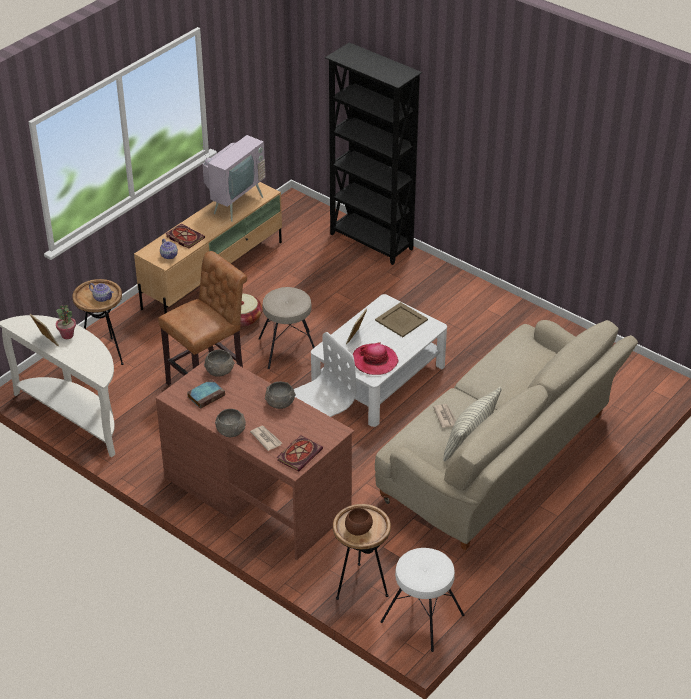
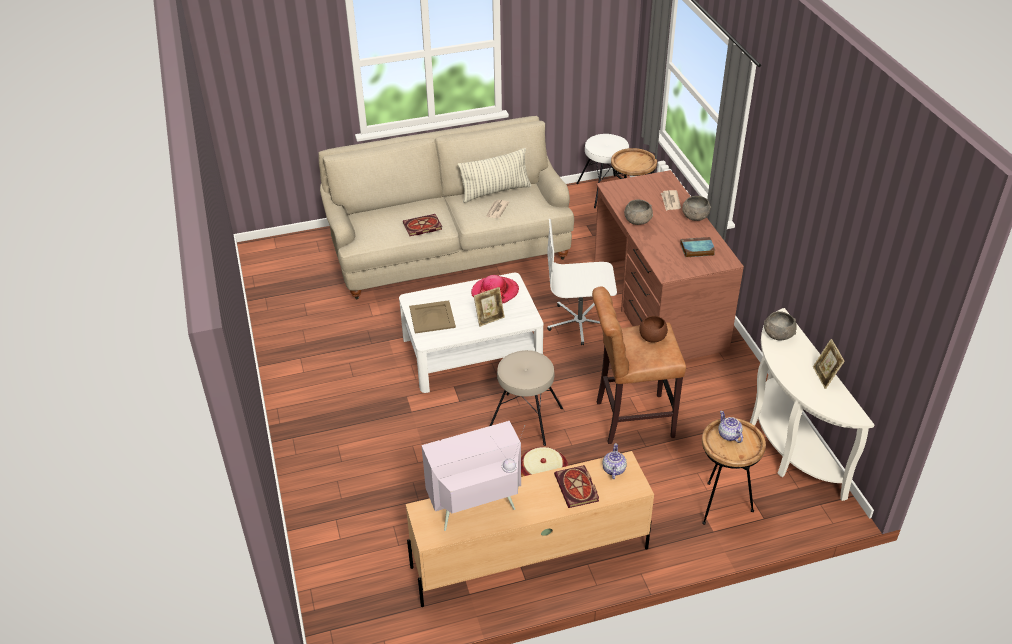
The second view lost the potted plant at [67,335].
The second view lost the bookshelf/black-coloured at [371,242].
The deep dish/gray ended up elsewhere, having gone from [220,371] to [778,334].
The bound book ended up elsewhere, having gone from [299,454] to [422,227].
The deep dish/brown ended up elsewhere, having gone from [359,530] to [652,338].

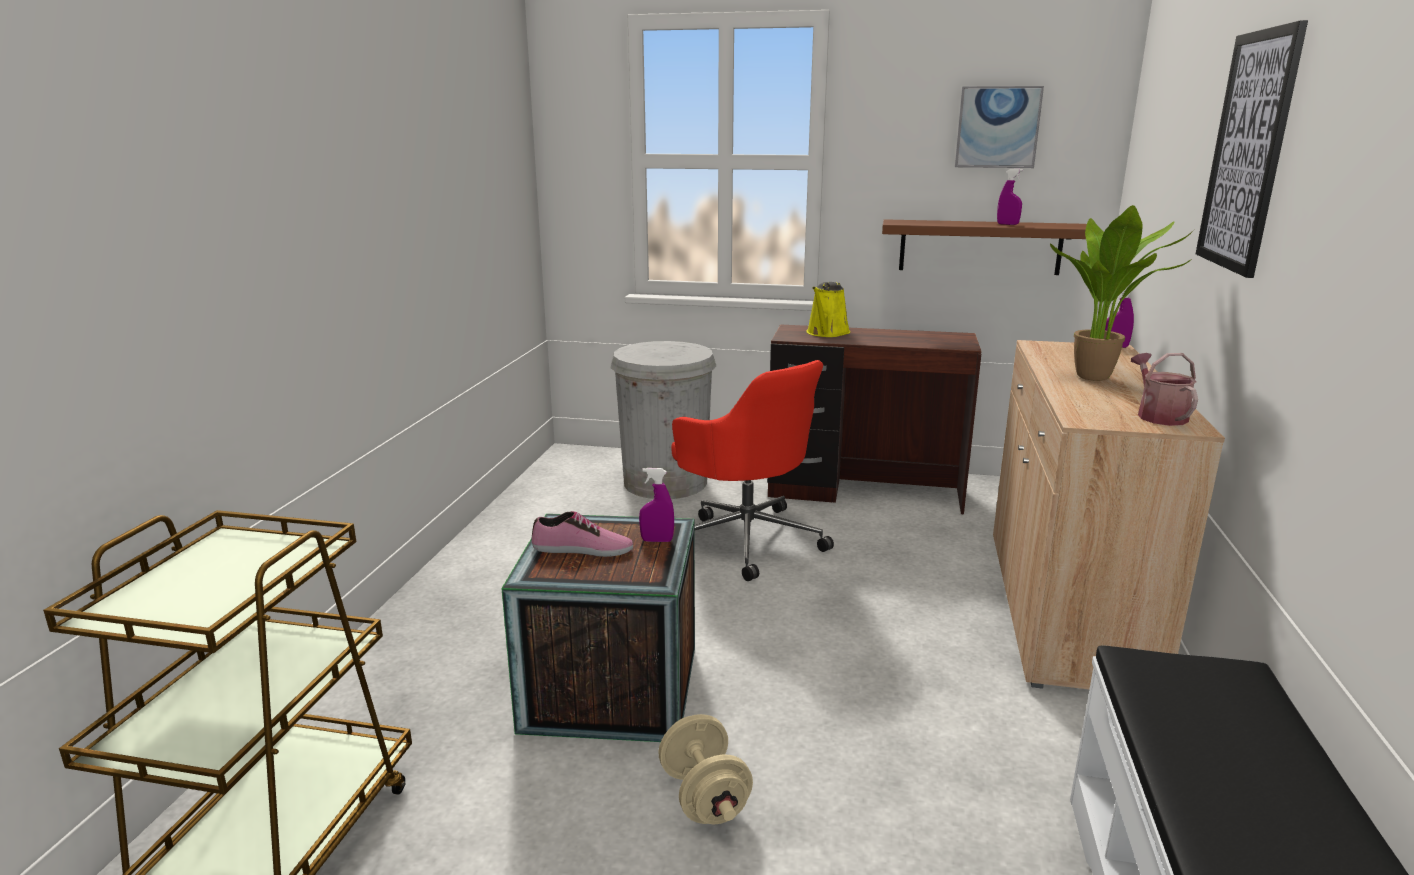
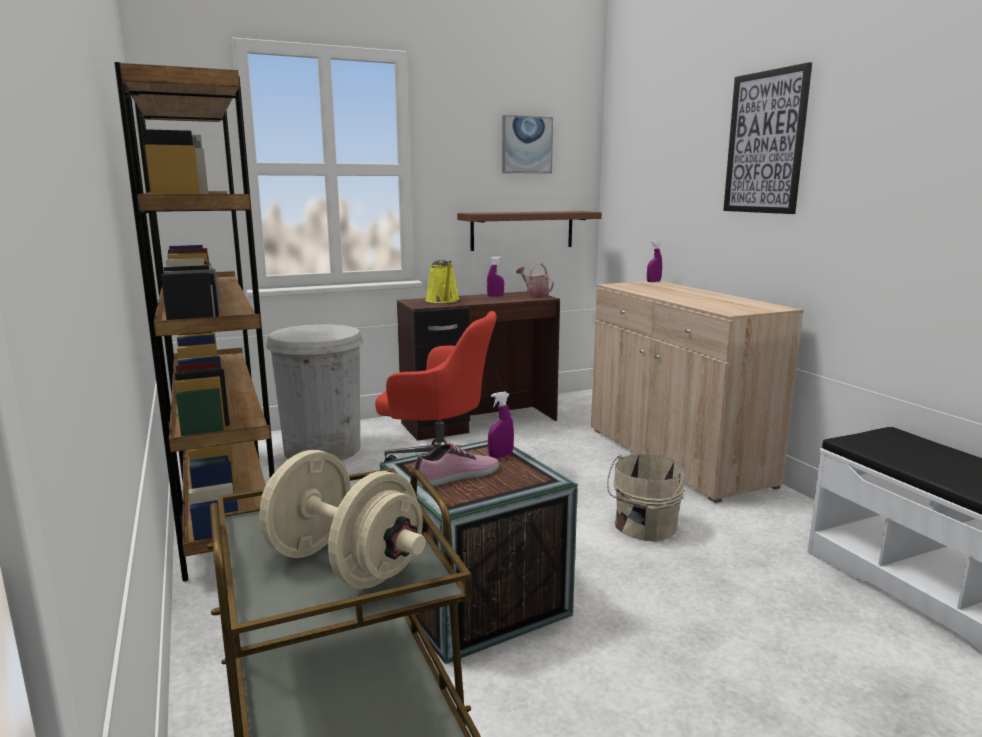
The second view lost the potted plant at [1099,378].
The second view gained the bookshelf/brown at [225,505].
The second view gained the bucket/beige at [643,527].
The hand weight/beige ended up elsewhere, having gone from [704,797] to [343,565].
The sprayer/purplish ended up elsewhere, having gone from [1007,224] to [495,296].
The watering can ended up elsewhere, having gone from [1158,415] to [535,295].

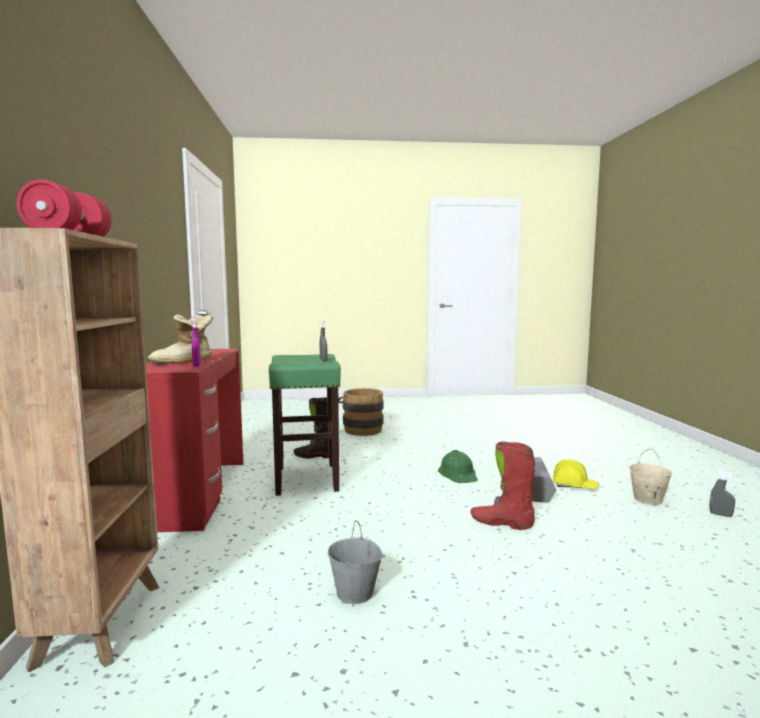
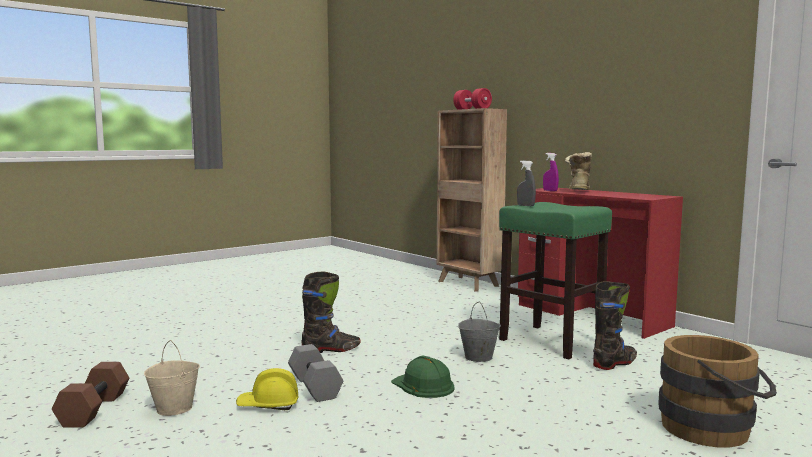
The bucket/gray ended up elsewhere, having gone from [355,593] to [478,357].
Where the sprayer/gray stood at [721,515], the hand weight/brown came to stand at [93,409].
What was the tall boot/red-coloured at [501,523] turned into the tall boot/black-coloured at [331,349].

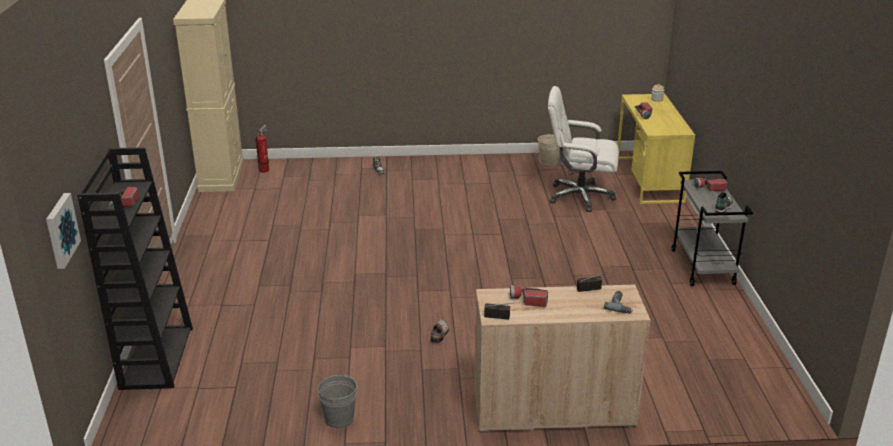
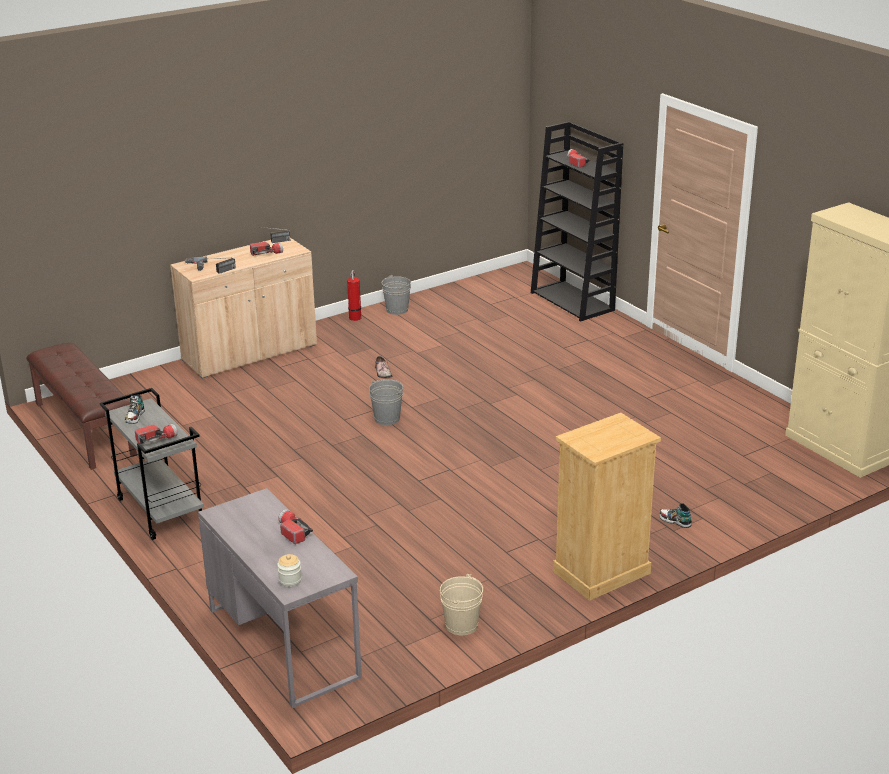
The second view lost the picture at [60,230].
The second view lost the desk chair/whitish at [579,196].
The second view gained the indoor bench/brown at [84,429].
The second view gained the bucket/gray at [387,418].
The second view gained the drawer chest/beige at [601,572].
The extinguisher ended up elsewhere, having gone from [264,169] to [355,318].
What was the desk table/yellow at [648,179] turned into the desk table/gray at [283,642].

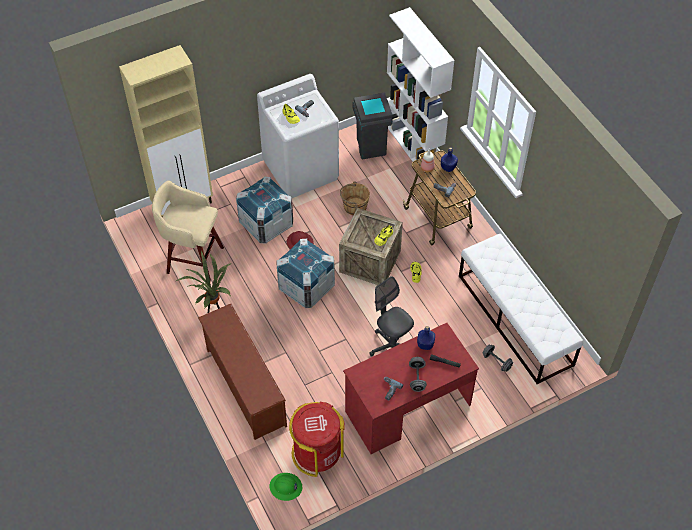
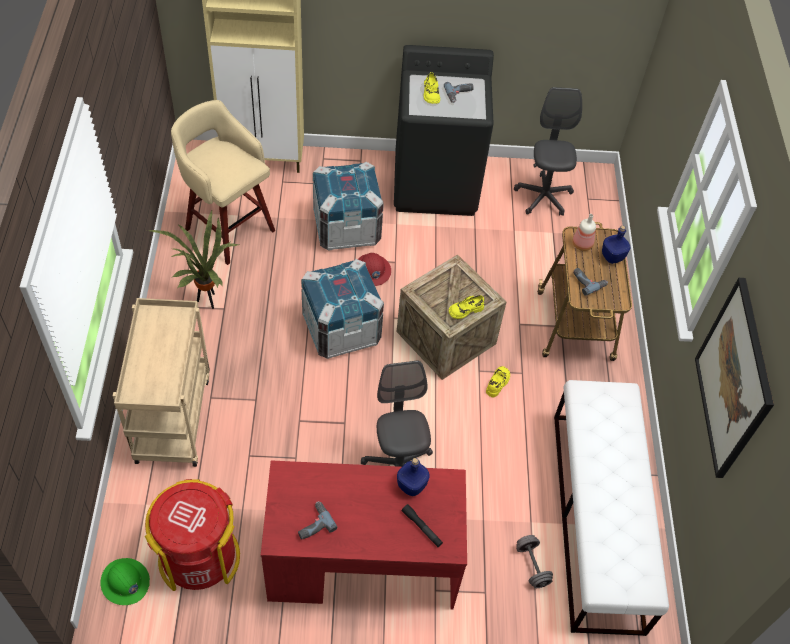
The second view lost the bucket/brown at [354,206].
The second view lost the bookshelf/whitish at [413,146].
The second view lost the hand weight/gray at [417,378].
The second view gained the picture at [734,379].
Where the shoe stand/brown stood at [244,387], the wheeled cart/beige came to stand at [172,417].
Where the waste bin/gray stood at [370,148], the desk chair/gray came to stand at [543,197].
What was the washing machine/whitish at [301,170] turned into the washing machine/black-coloured at [436,184].

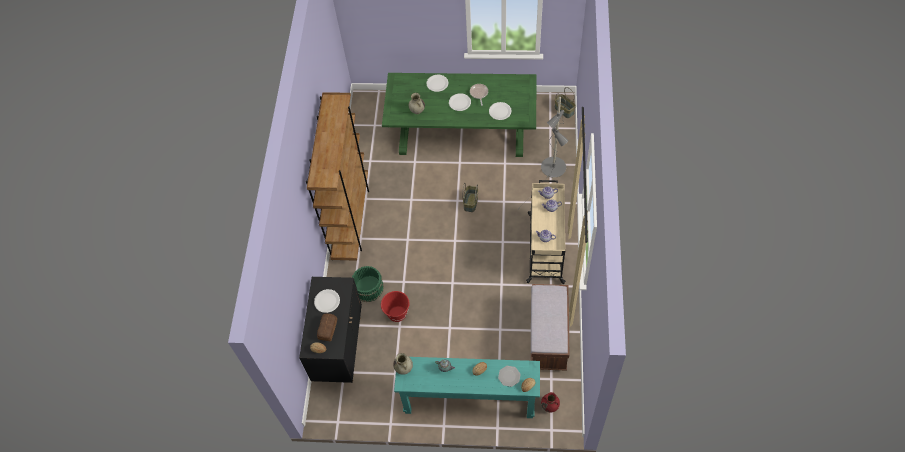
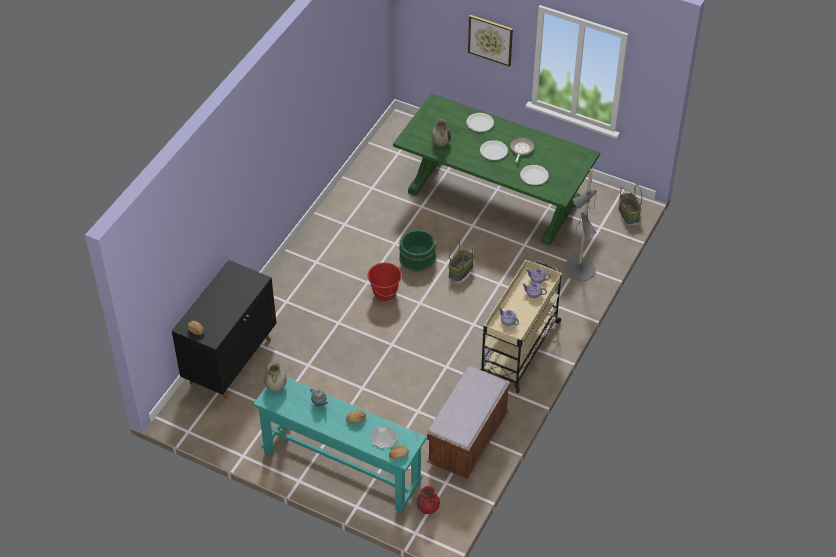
The second view lost the bookshelf/brown at [351,220].
The second view lost the dinner plate/whitish at [327,301].
The second view lost the bread at [327,329].
The second view gained the picture at [490,39].
The bucket/green-coloured ended up elsewhere, having gone from [368,288] to [417,257].
The bucket/red-coloured ended up elsewhere, having gone from [397,314] to [384,293].

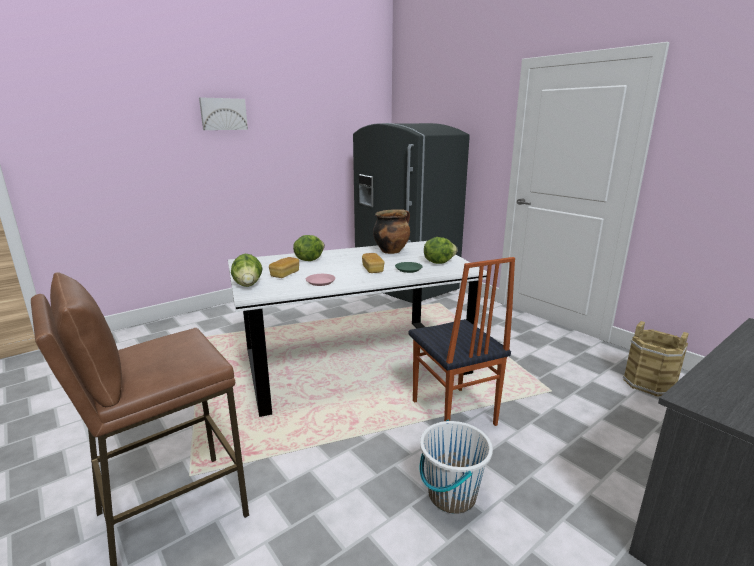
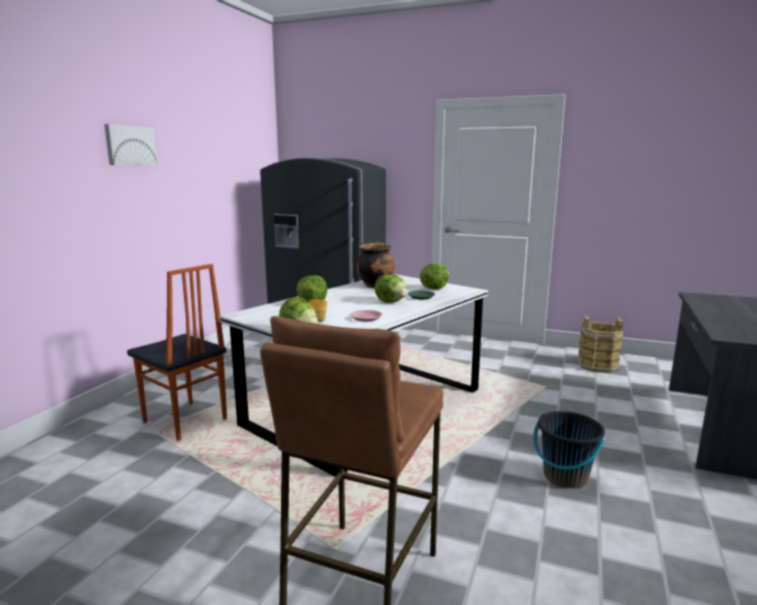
The plain chair ended up elsewhere, having gone from [452,414] to [184,421].
Where the bread stood at [372,269], the head of lettuce came to stand at [391,302].
What was the bucket/whitish at [451,495] turned into the bucket/black-coloured at [565,476].

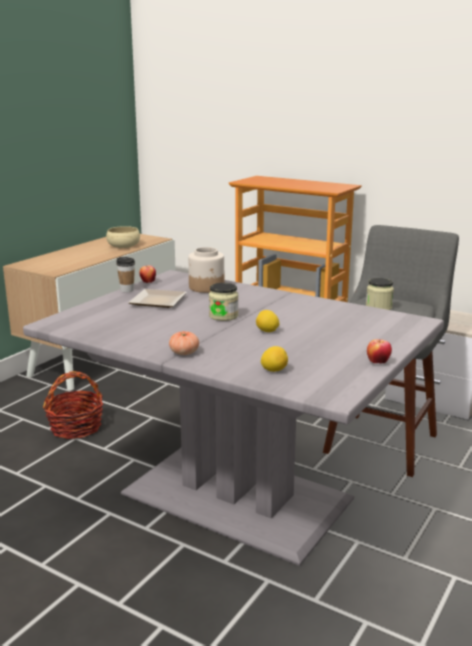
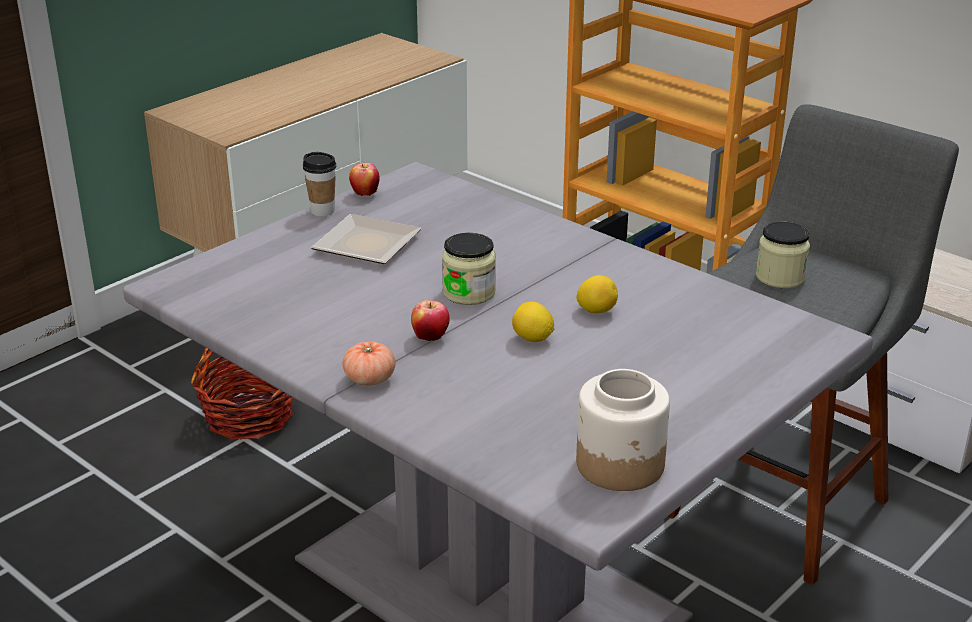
The second view lost the deep dish/beige at [123,246].
The jar ended up elsewhere, having gone from [207,287] to [621,465].
The lemon ended up elsewhere, having gone from [274,370] to [596,311].
The apple fruit ended up elsewhere, having gone from [378,363] to [430,337].

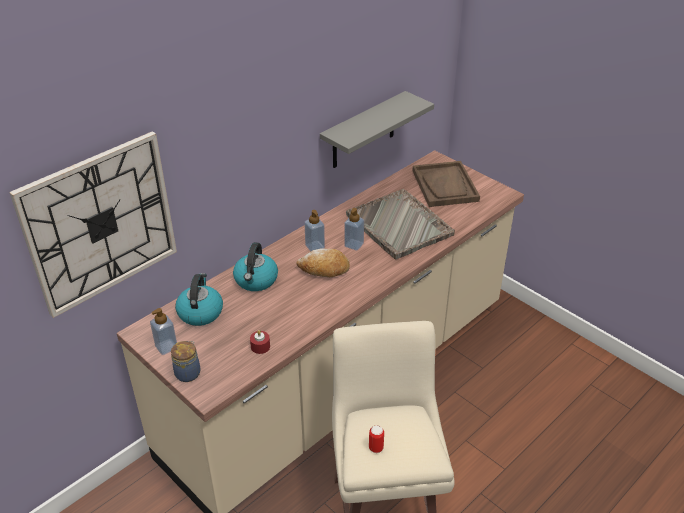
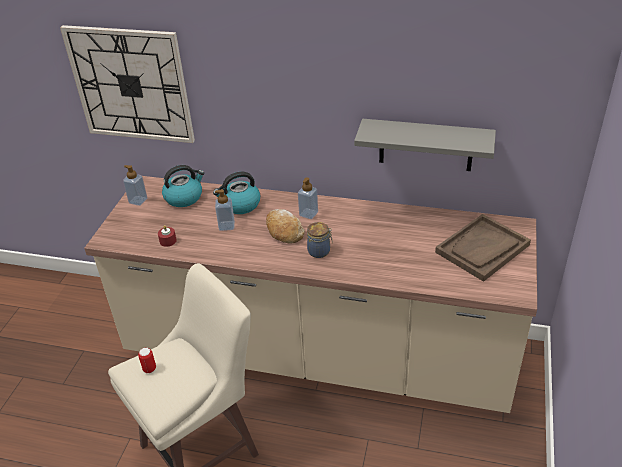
The second view lost the tray/gray at [399,225].
The jar ended up elsewhere, having gone from [188,372] to [320,251].
The liquid soap bottle ended up elsewhere, having gone from [354,245] to [226,226].

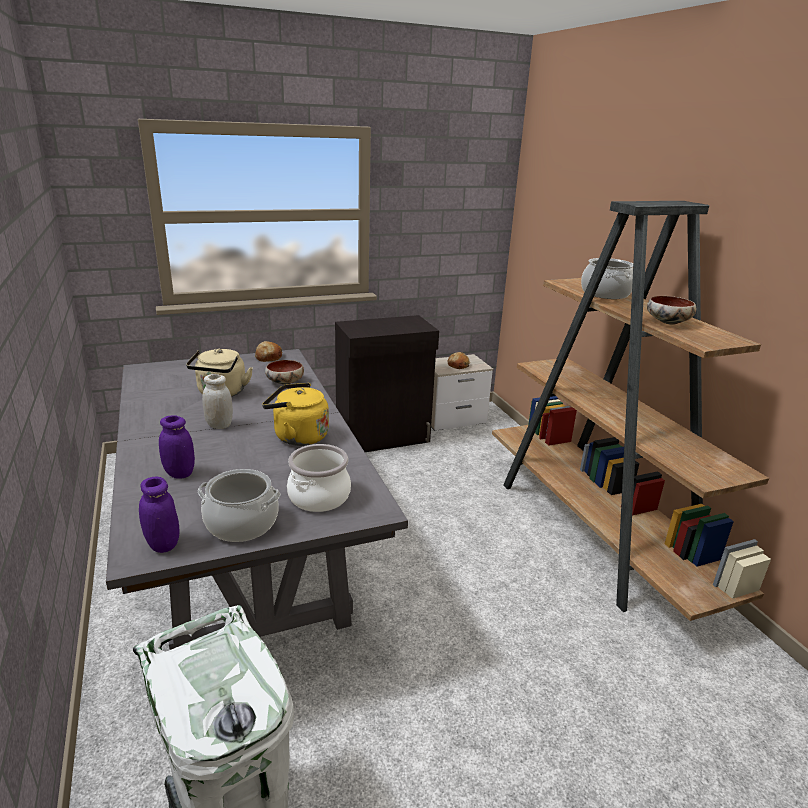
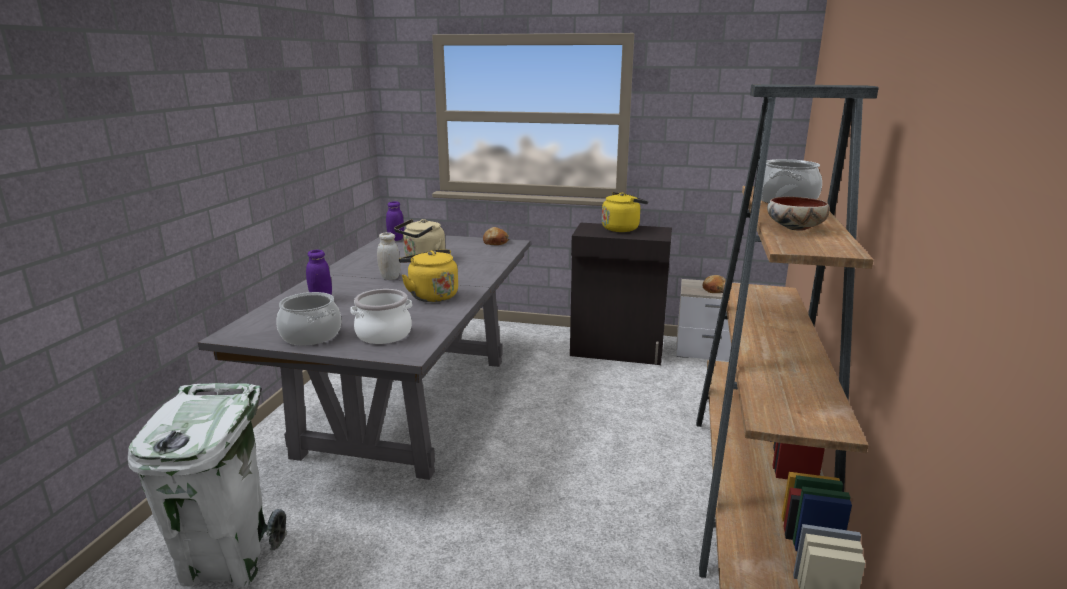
The second view lost the deep dish at [284,382].
The second view gained the kettle/yellow at [622,228].
The jar/purplish ended up elsewhere, having gone from [163,544] to [396,239].

